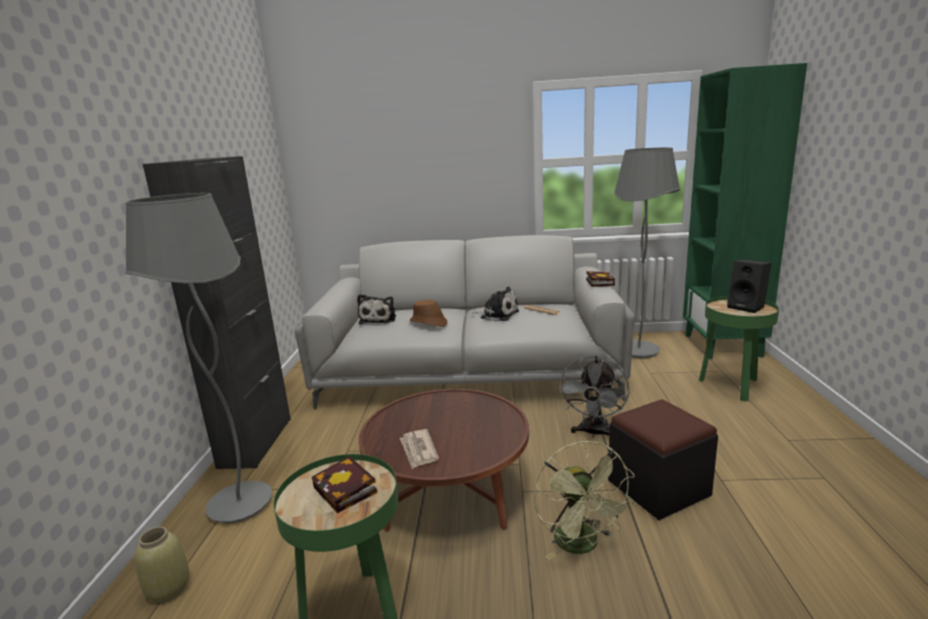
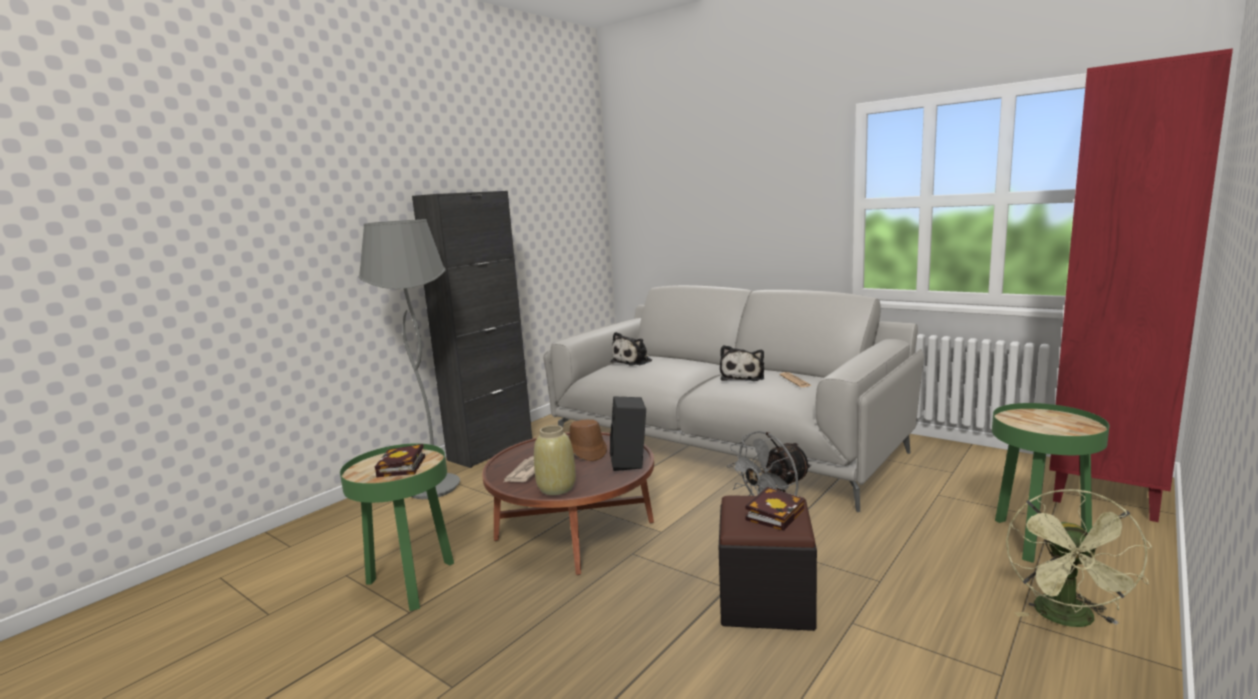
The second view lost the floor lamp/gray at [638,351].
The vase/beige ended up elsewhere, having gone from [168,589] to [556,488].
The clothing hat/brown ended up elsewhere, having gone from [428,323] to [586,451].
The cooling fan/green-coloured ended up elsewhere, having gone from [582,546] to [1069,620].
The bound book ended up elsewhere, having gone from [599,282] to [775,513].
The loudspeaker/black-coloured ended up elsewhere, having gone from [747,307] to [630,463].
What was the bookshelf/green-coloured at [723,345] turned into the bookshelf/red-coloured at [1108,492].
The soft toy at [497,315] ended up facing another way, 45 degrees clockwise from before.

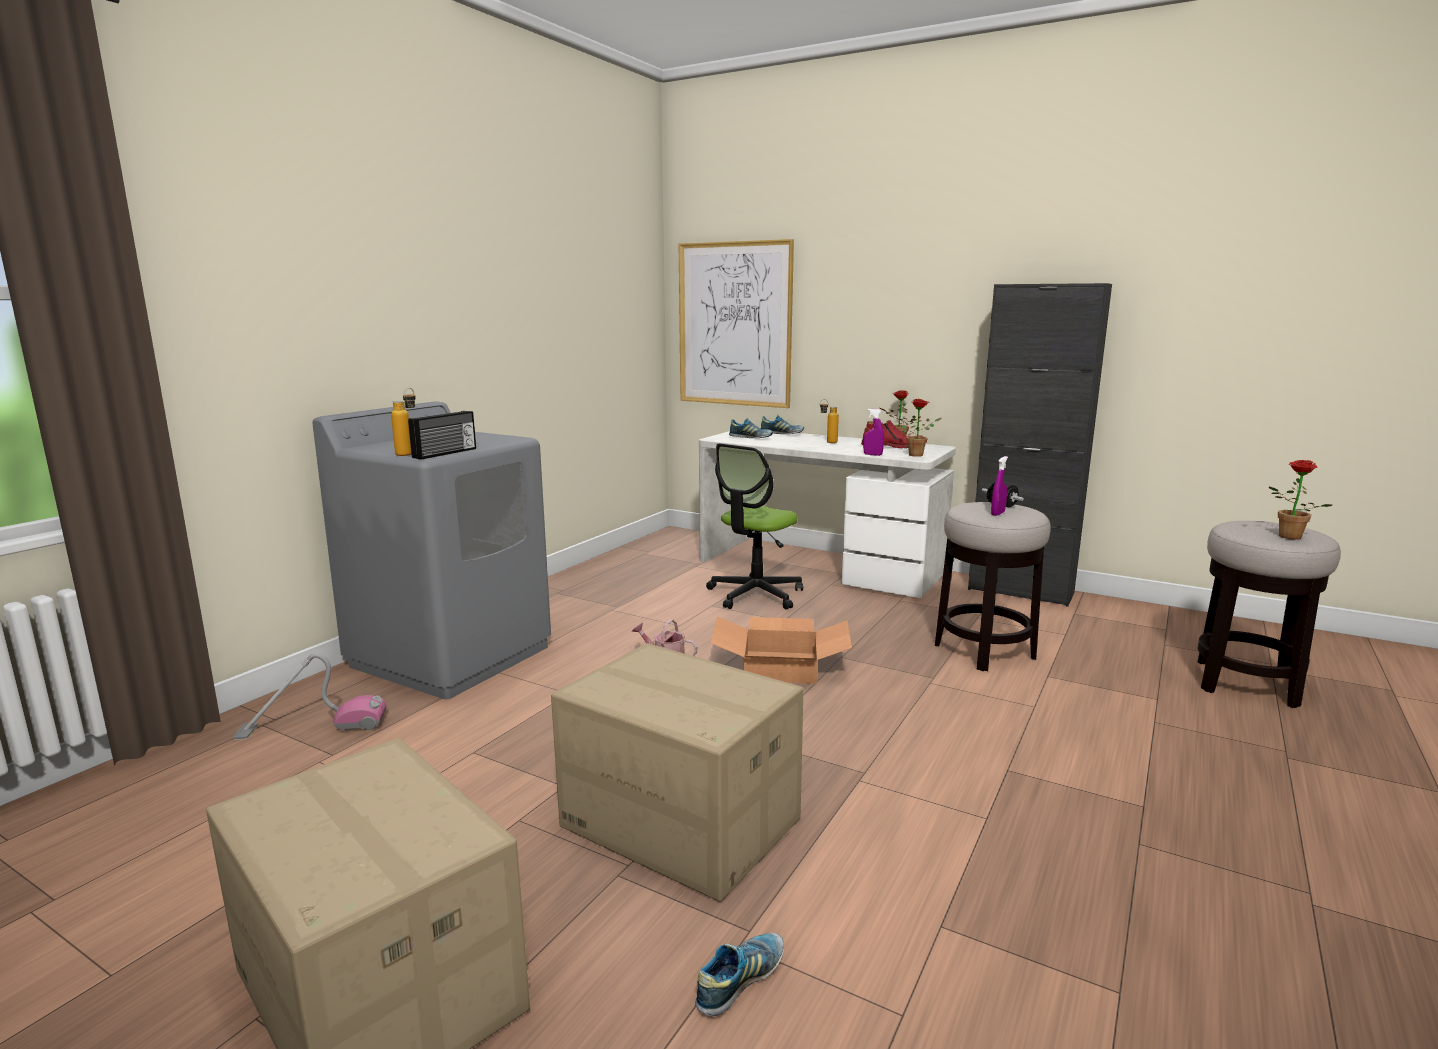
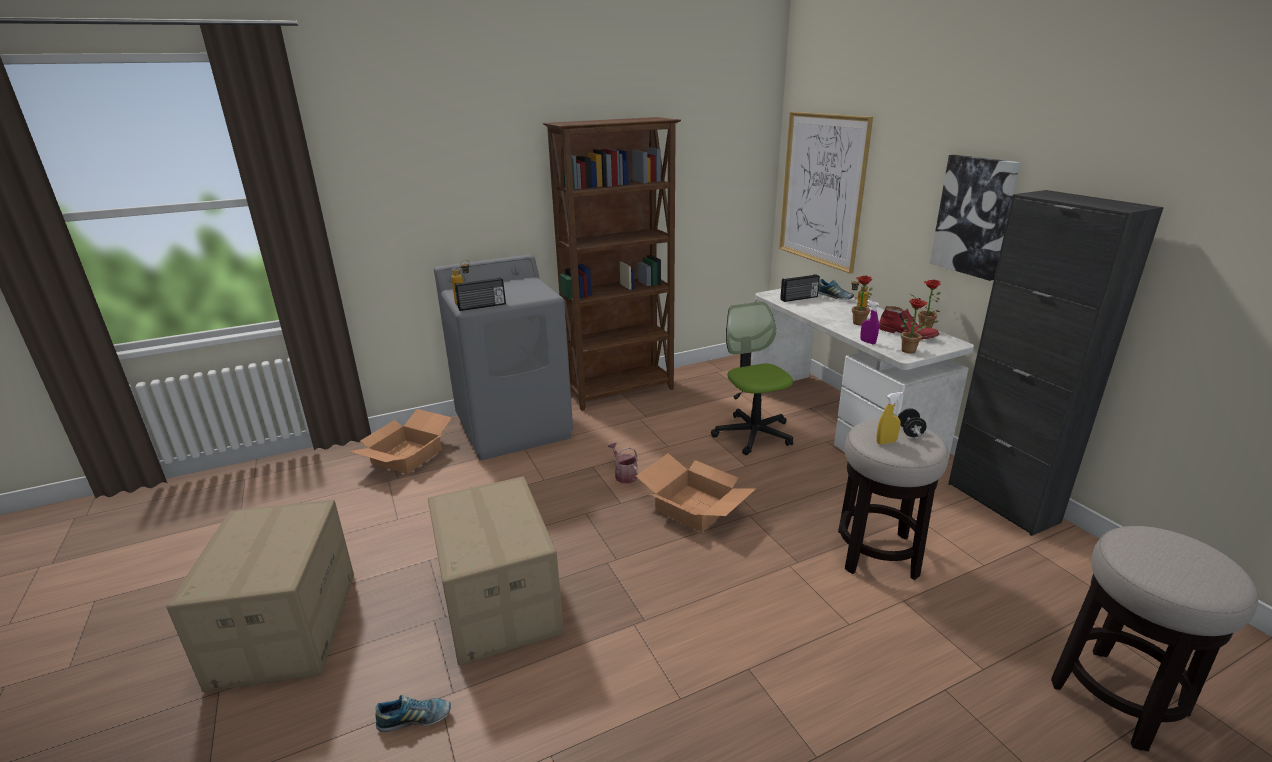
The second view gained the bookshelf/brown at [621,391].
The second view gained the picture at [974,216].
The potted plant ended up elsewhere, having gone from [1287,537] to [856,323].
Where the vacuum cleaner stood at [312,727], the packing box came to stand at [406,456].
Where the item of footwear stood at [751,438], the radio receiver came to stand at [799,298].
What was the sprayer/purplish at [997,513] turned into the sprayer/yellow at [886,442].
The desk chair at [755,594] ended up facing another way, 90 degrees clockwise from before.

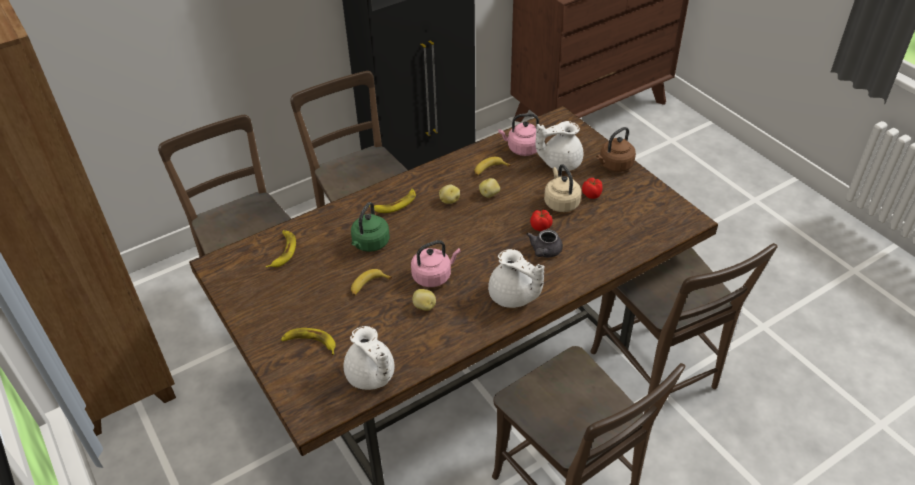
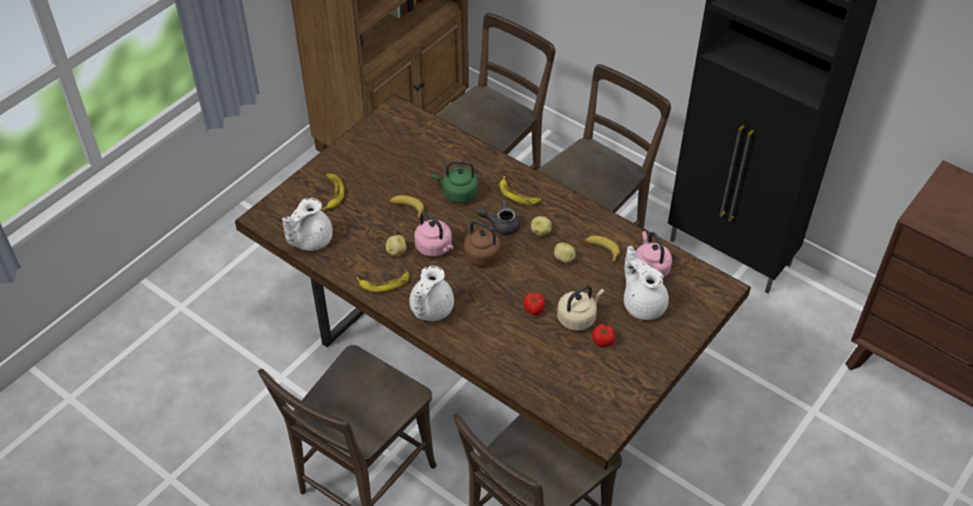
The banana fruit ended up elsewhere, having gone from [283,251] to [384,283].
The pot for tea/gray ended up elsewhere, having gone from [544,252] to [501,225].
The kettle/brown ended up elsewhere, having gone from [614,165] to [480,255].

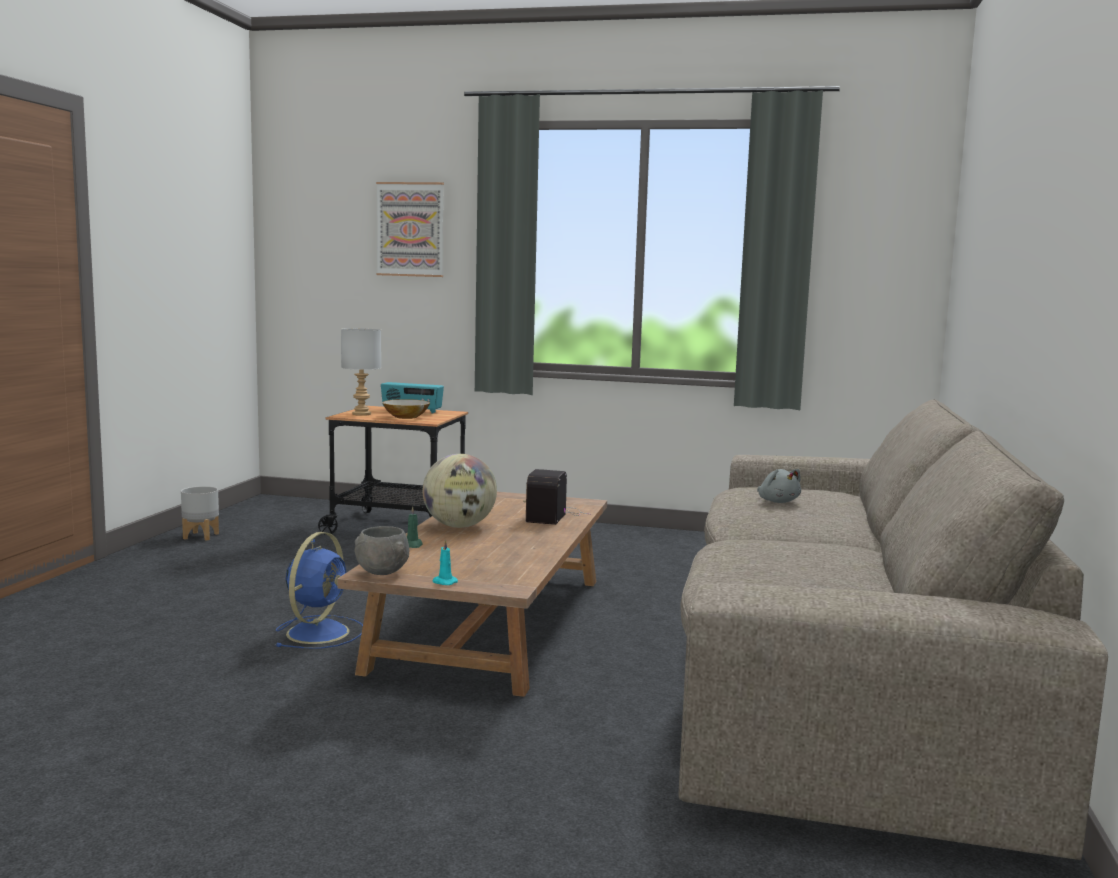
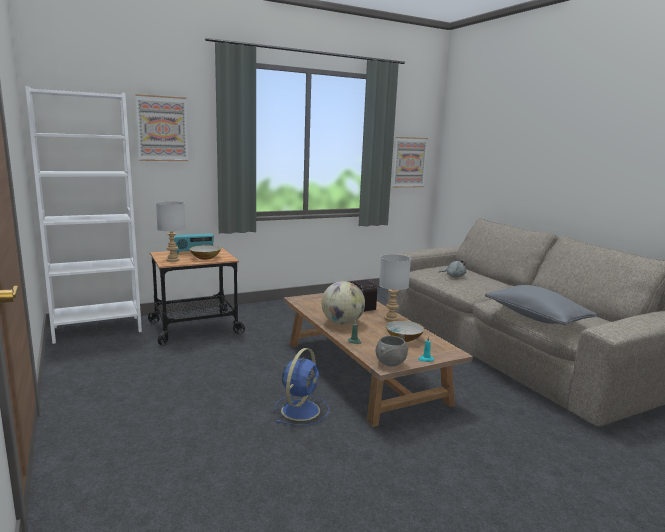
The second view lost the planter/gray at [201,536].
The second view gained the bookshelf/whitish at [97,329].
The second view gained the lamp for a table/gray at [390,318].
The second view gained the deep dish at [403,338].
The second view gained the picture at [409,162].
The second view gained the cushion/gray at [536,317].
The cooling fan/blue-coloured at [319,632] ended up facing another way, 45 degrees clockwise from before.

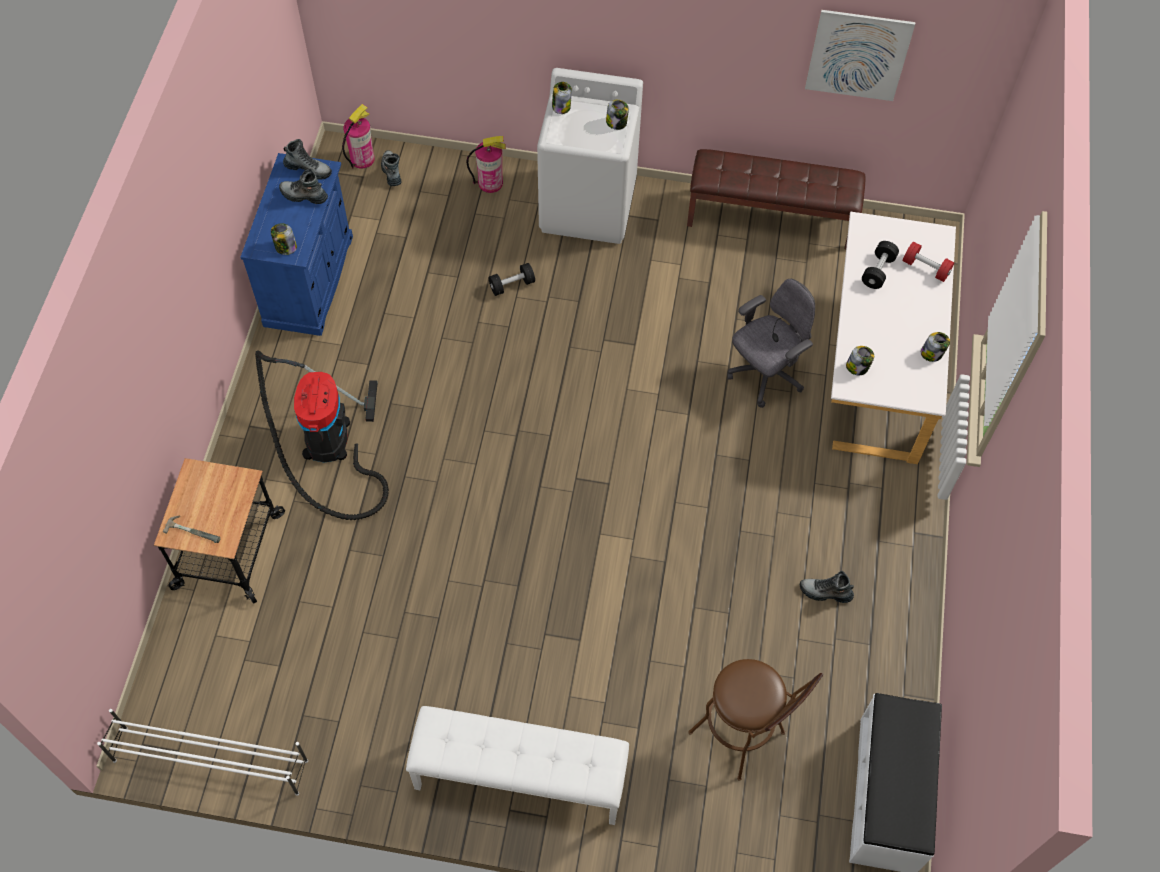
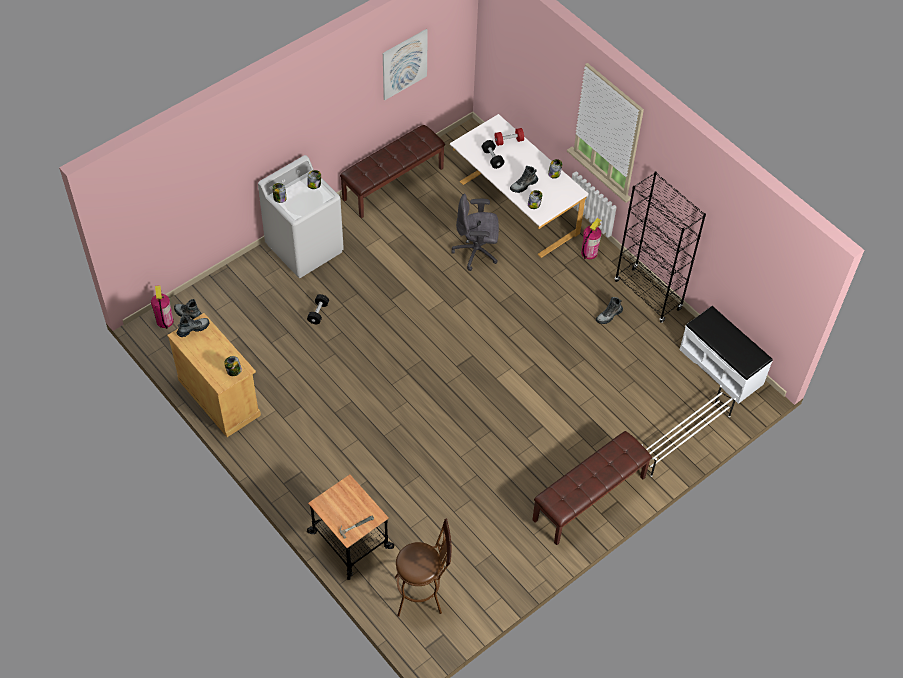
The second view lost the vacuum cleaner at [328,445].
The second view gained the bookshelf/black-coloured at [648,295].
The shoe stand/whitish ended up elsewhere, having gone from [209,760] to [683,439].
The tall boot ended up elsewhere, having gone from [304,196] to [523,185].
The extinguisher ended up elsewhere, having gone from [490,183] to [589,252].
The stool/brown ended up elsewhere, having gone from [743,738] to [423,594].
What was the cupboard/blue-coloured at [309,280] turned into the cupboard/beige at [219,397].
What was the indoor bench/whitish at [519,778] turned into the indoor bench/brown at [589,499].
The desk chair/gray at [764,375] ended up facing another way, 90 degrees counterclockwise from before.

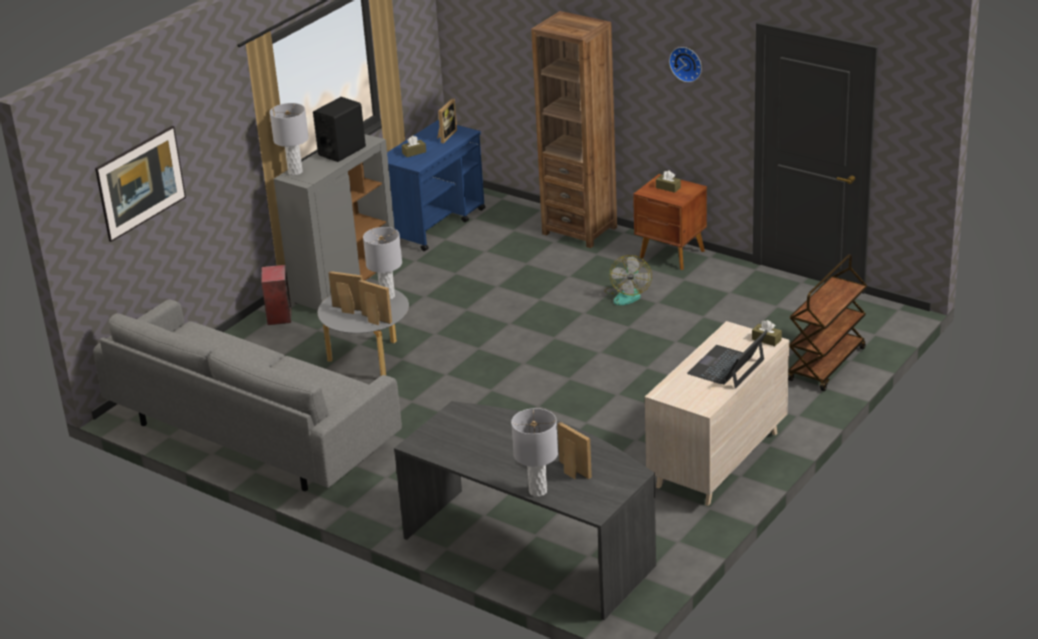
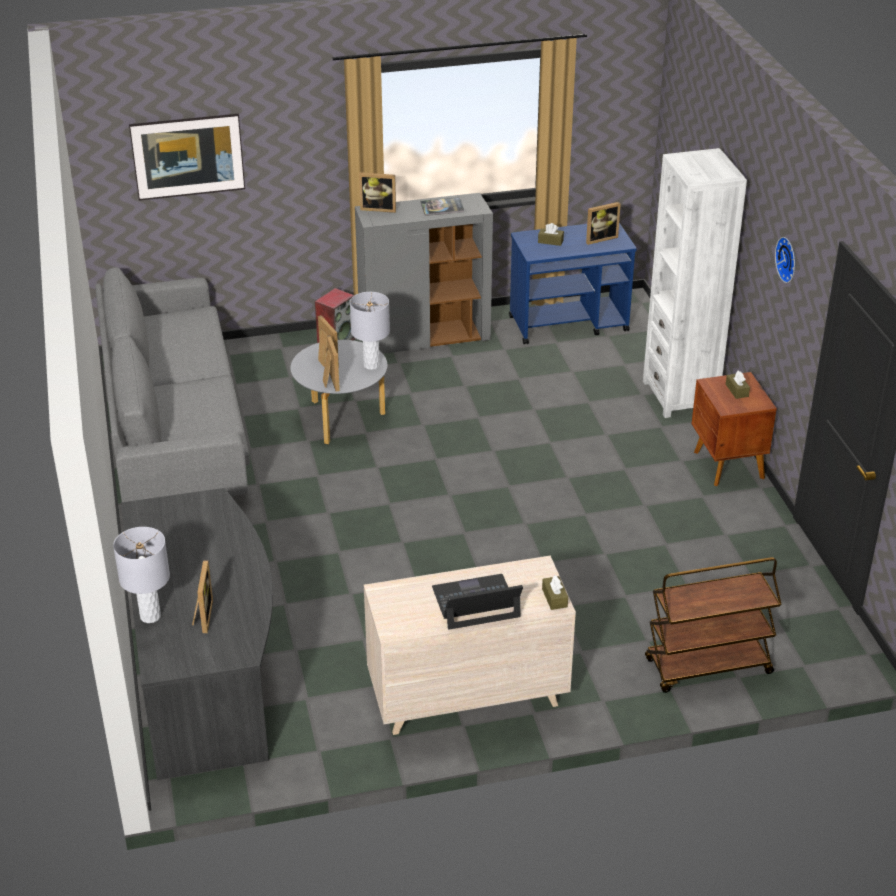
The second view lost the cooling fan at [627,294].
Where the lamp for a table/gray stood at [295,172], the picture frame came to stand at [378,208].
Where the loudspeaker/black-coloured stood at [342,151], the bound book came to stand at [442,207].
What was the bookshelf/brown at [579,230] turned into the bookshelf/whitish at [680,395].

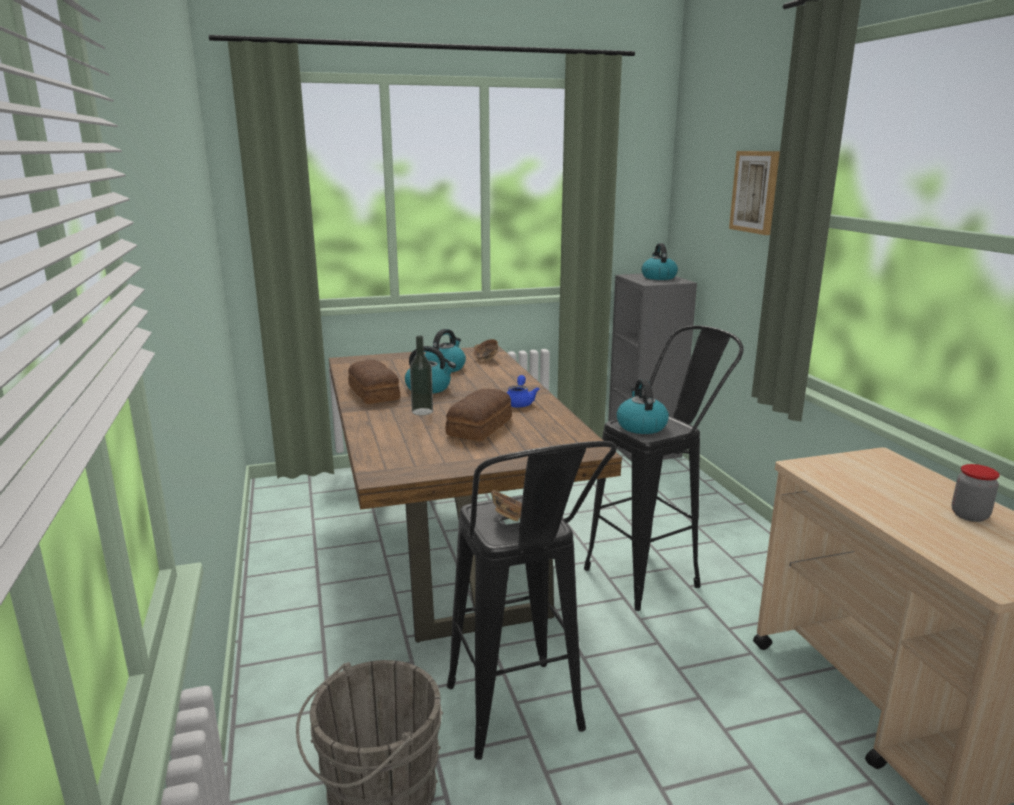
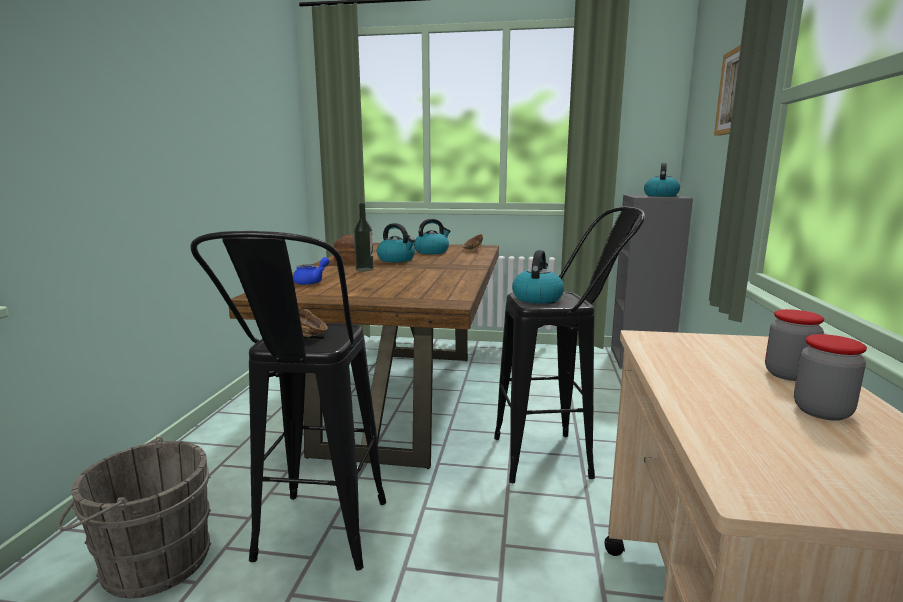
The second view lost the bread at [481,426].
The second view gained the jar at [788,375].
The pot for tea/blue-coloured ended up elsewhere, having gone from [519,403] to [312,282].

